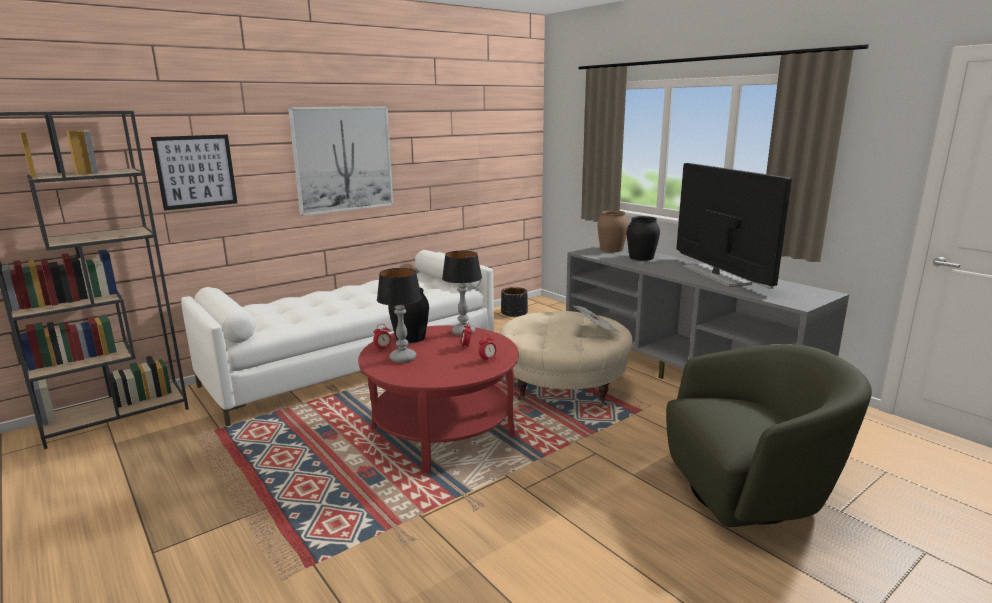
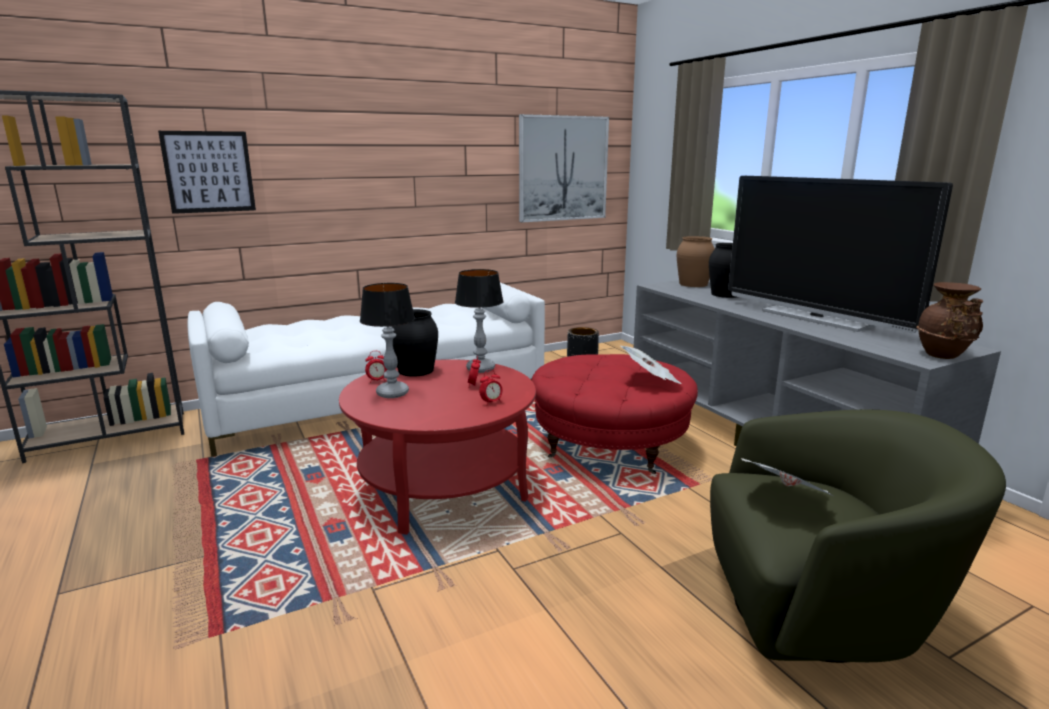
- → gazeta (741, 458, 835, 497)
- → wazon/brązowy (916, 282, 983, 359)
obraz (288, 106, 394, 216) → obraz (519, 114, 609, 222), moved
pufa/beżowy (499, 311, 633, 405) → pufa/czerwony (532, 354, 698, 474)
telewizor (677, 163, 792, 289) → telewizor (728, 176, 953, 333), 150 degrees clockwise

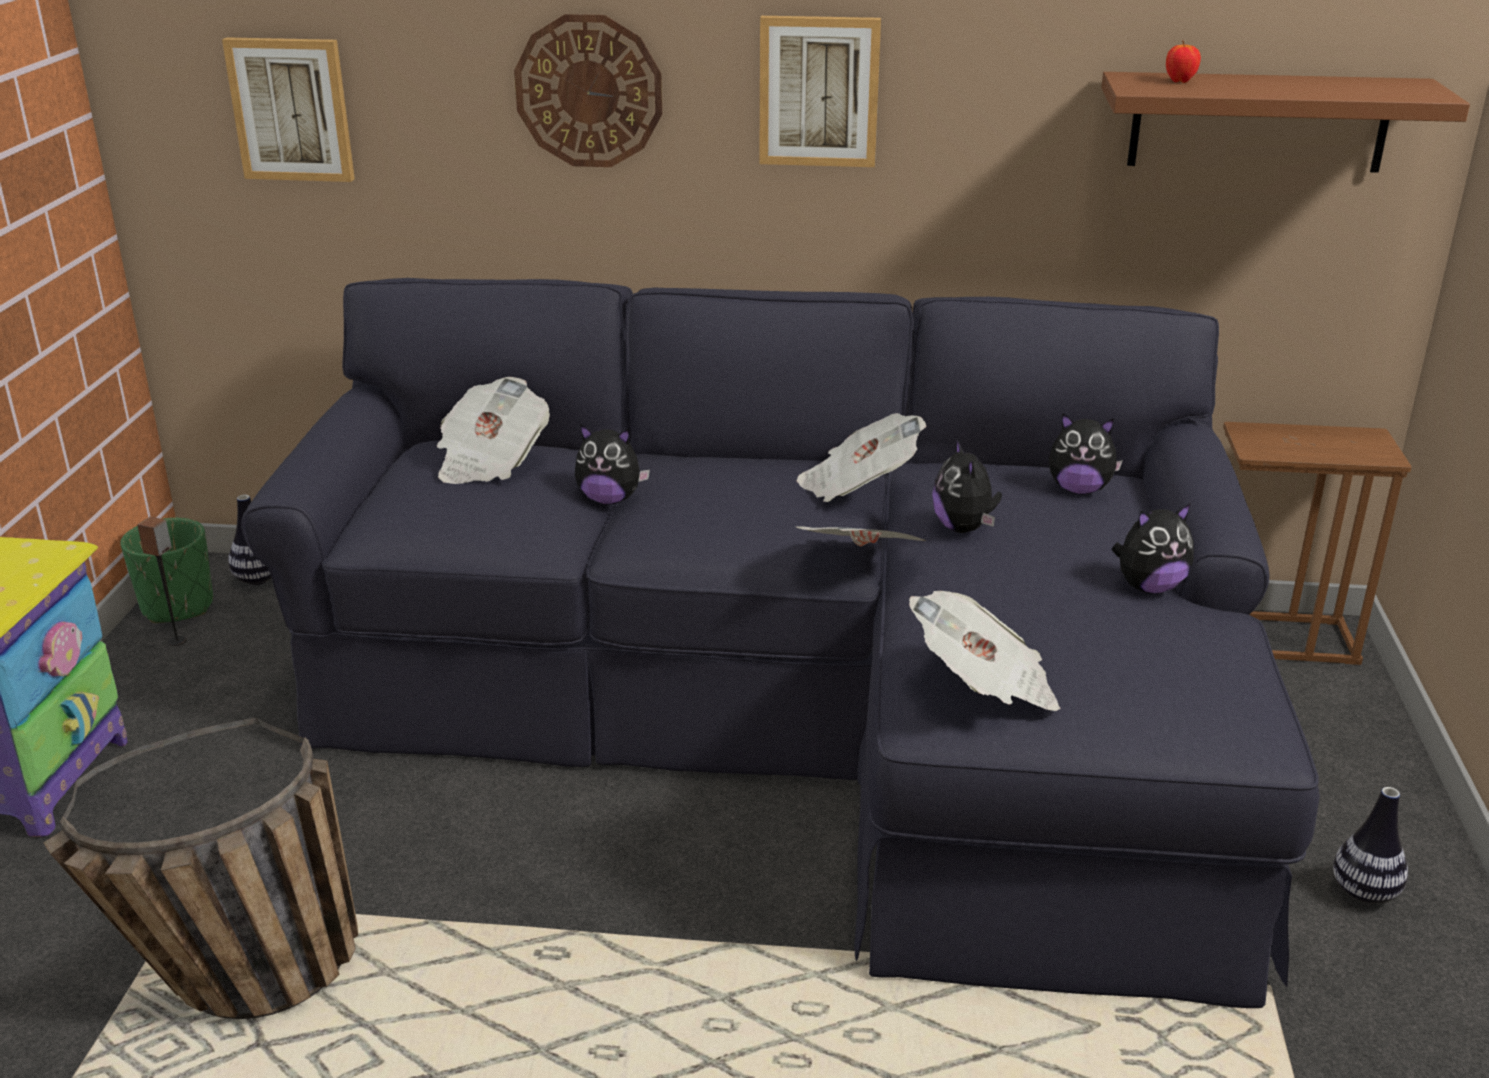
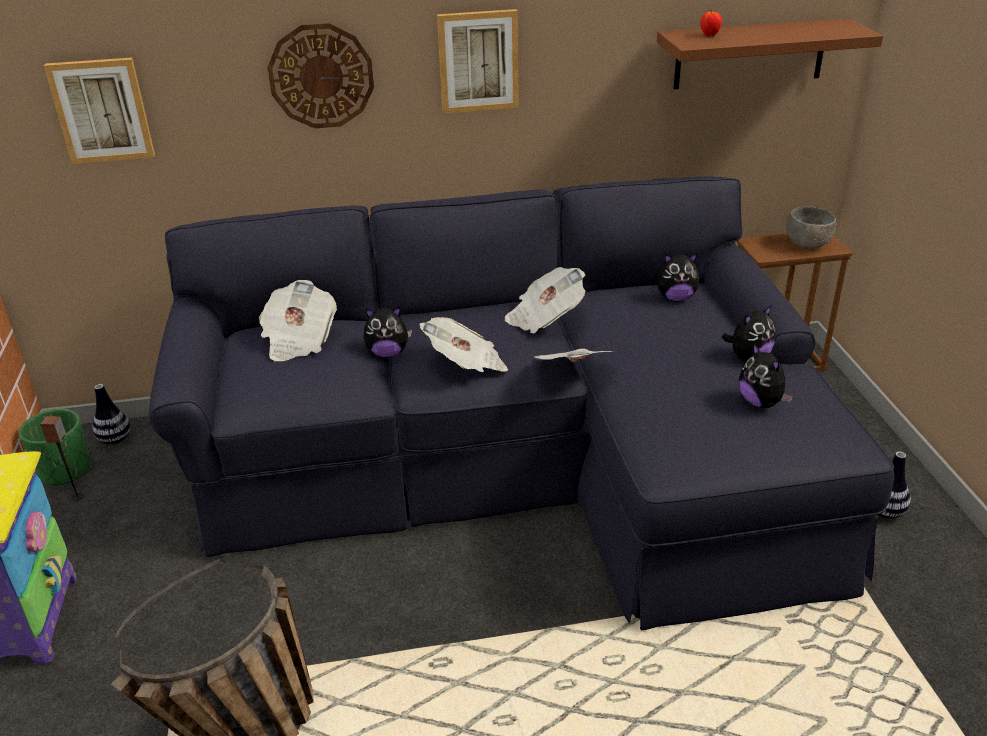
- → miska/szary (786, 207, 836, 249)
gazeta (909, 591, 1060, 711) → gazeta (419, 317, 509, 372), moved
pluszak (932, 439, 1002, 533) → pluszak (739, 343, 793, 408), moved

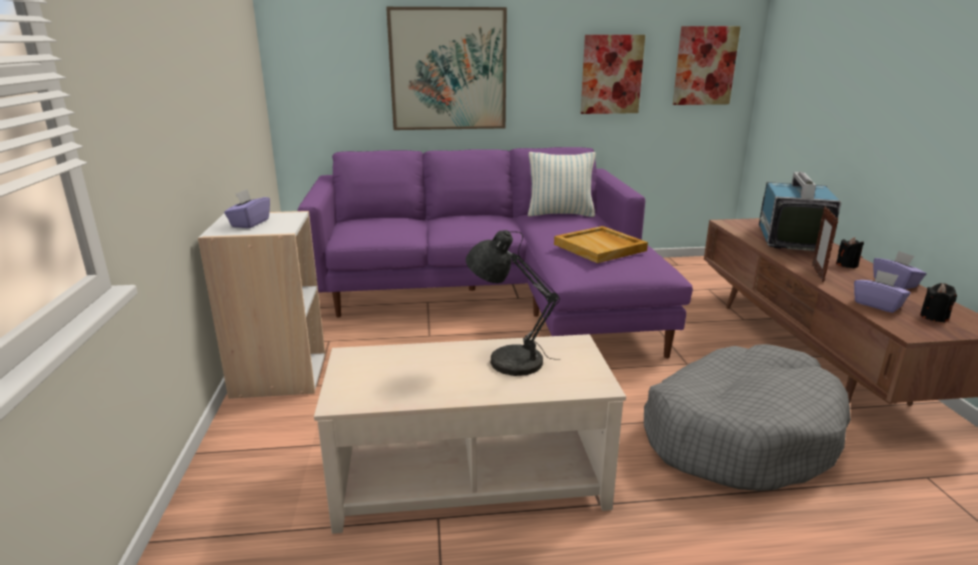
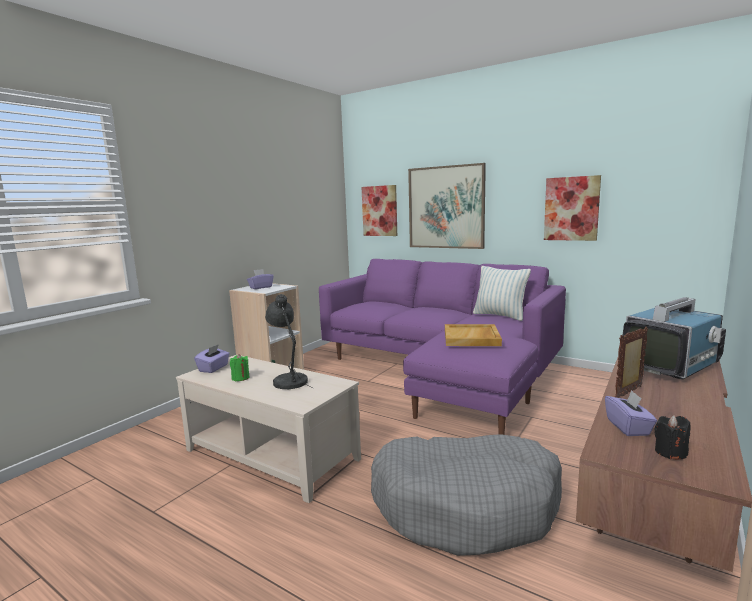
świeca/czarny (836, 237, 864, 268) → -
- → świeca/zielony (230, 354, 249, 381)
obraz (673, 26, 741, 105) → obraz (361, 185, 397, 236), moved
pudełko chusteczek/fioletowy (873, 251, 927, 289) → pudełko chusteczek/fioletowy (194, 344, 230, 373), moved

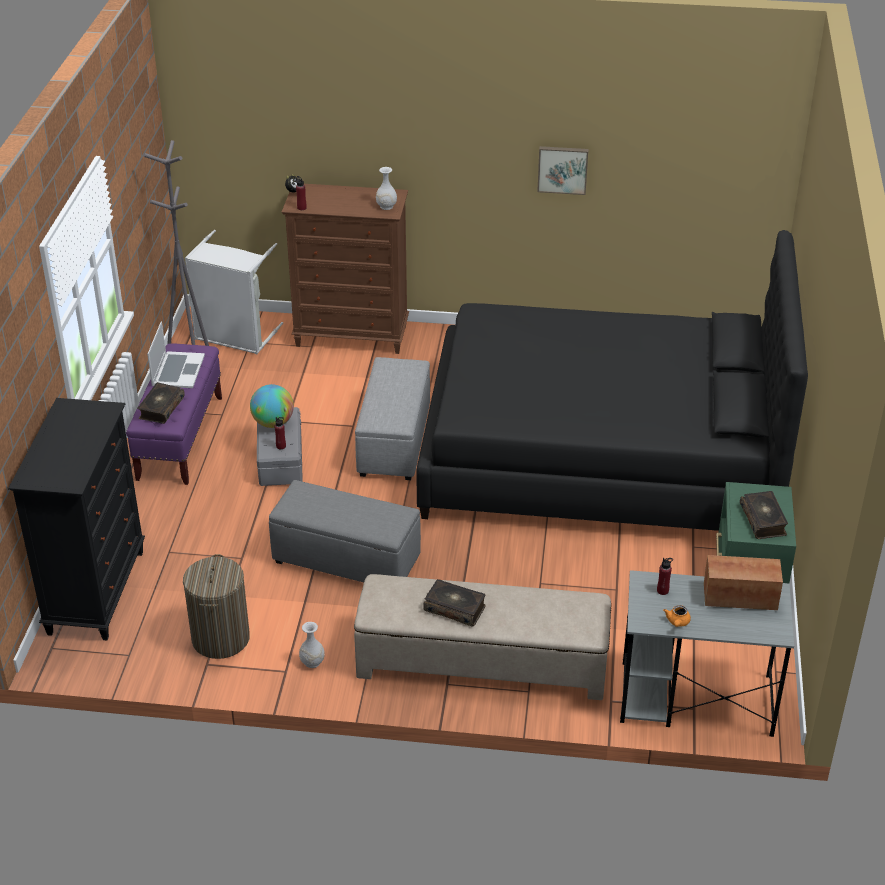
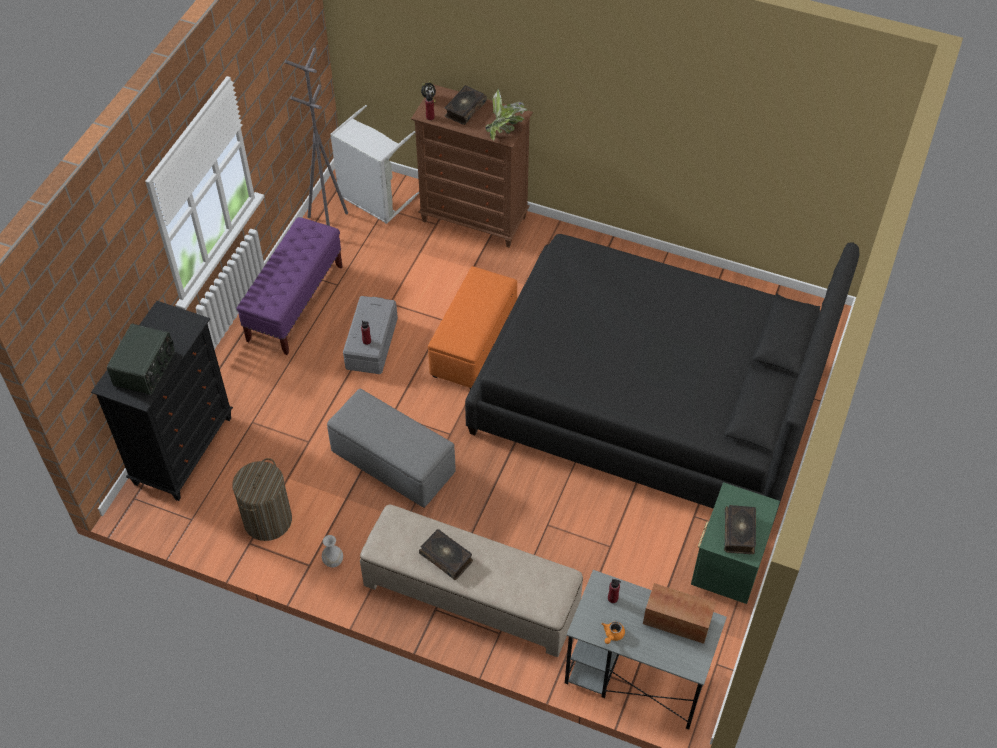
laptop (147, 321, 205, 388) → -
globus (250, 384, 294, 428) → -
obraz (537, 146, 588, 195) → -
- → radio (107, 323, 175, 395)
książka (137, 382, 185, 424) → książka (445, 85, 487, 125), moved
wazon/biały (376, 167, 397, 210) → roślina doniczkowa (485, 88, 527, 141)
pufa/szary (355, 357, 430, 480) → pufa/pomarańczowy (428, 266, 517, 389)

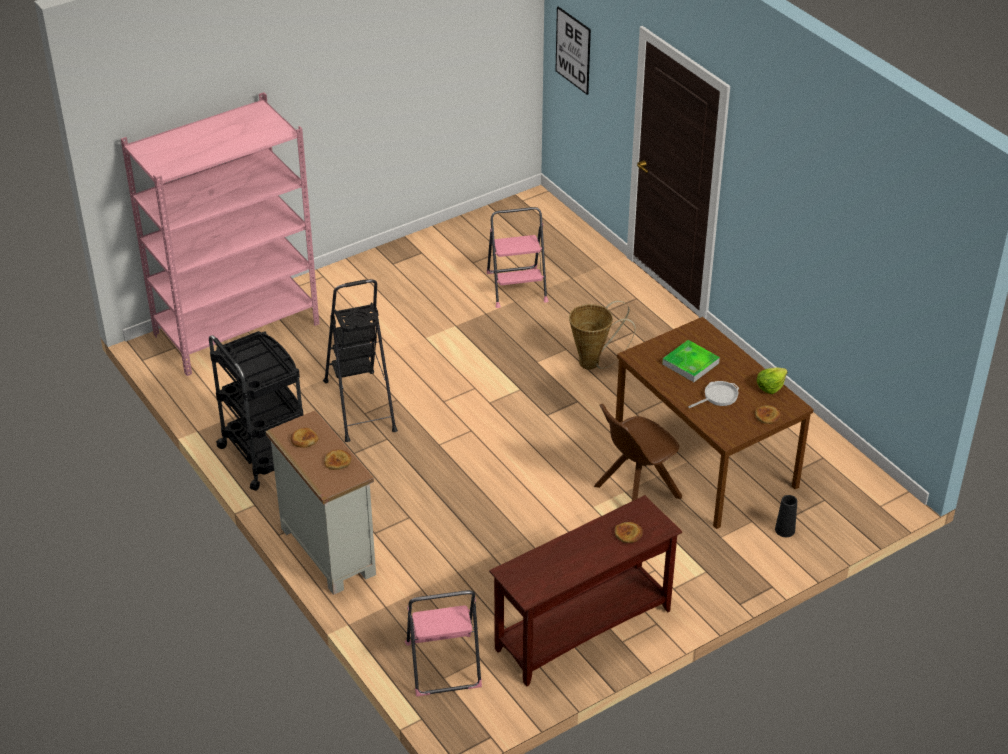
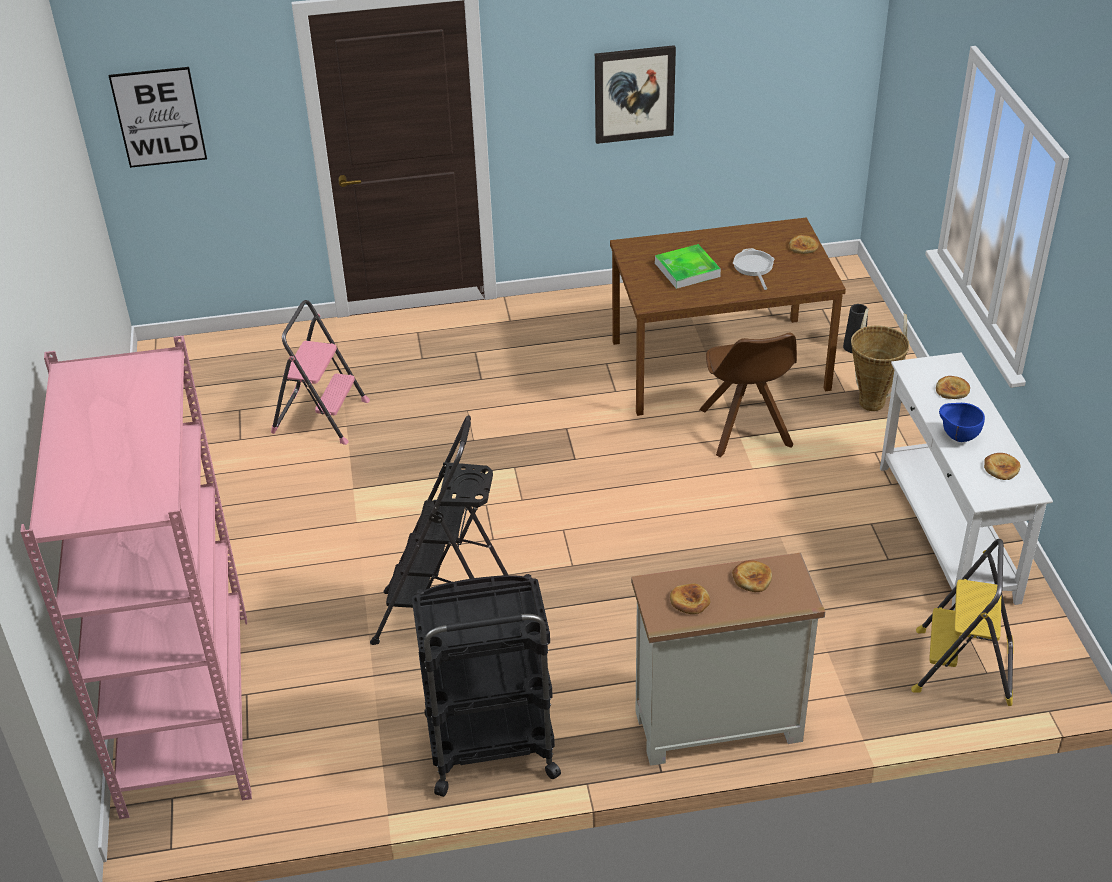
sałata (757, 367, 788, 394) → -
- → obraz (595, 45, 676, 144)
- → miska/niebieski (939, 403, 985, 442)
- → chleb (984, 453, 1020, 480)
koszyk (569, 300, 636, 370) → koszyk (851, 308, 909, 411), moved
drabinka/różowy (405, 590, 482, 696) → drabinka/żółty (911, 539, 1014, 706)
stolik konsolowy/brązowy (489, 495, 682, 686) → stolik konsolowy/biały (880, 353, 1053, 611)

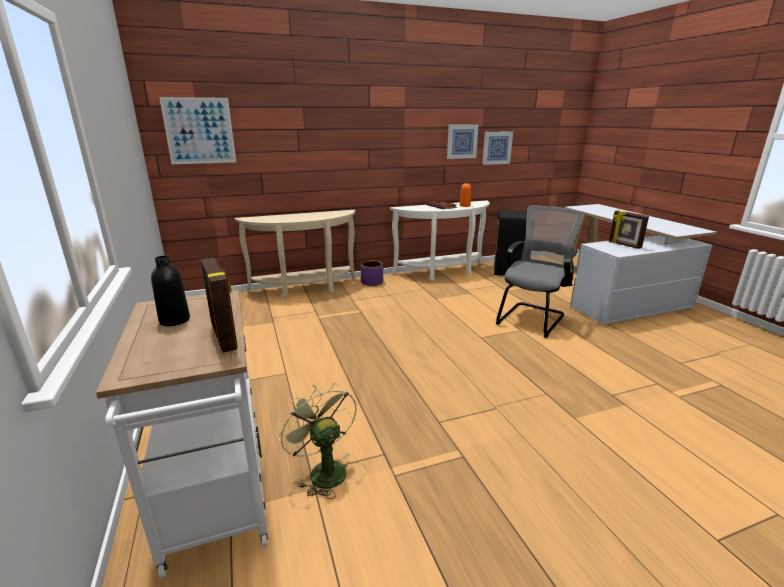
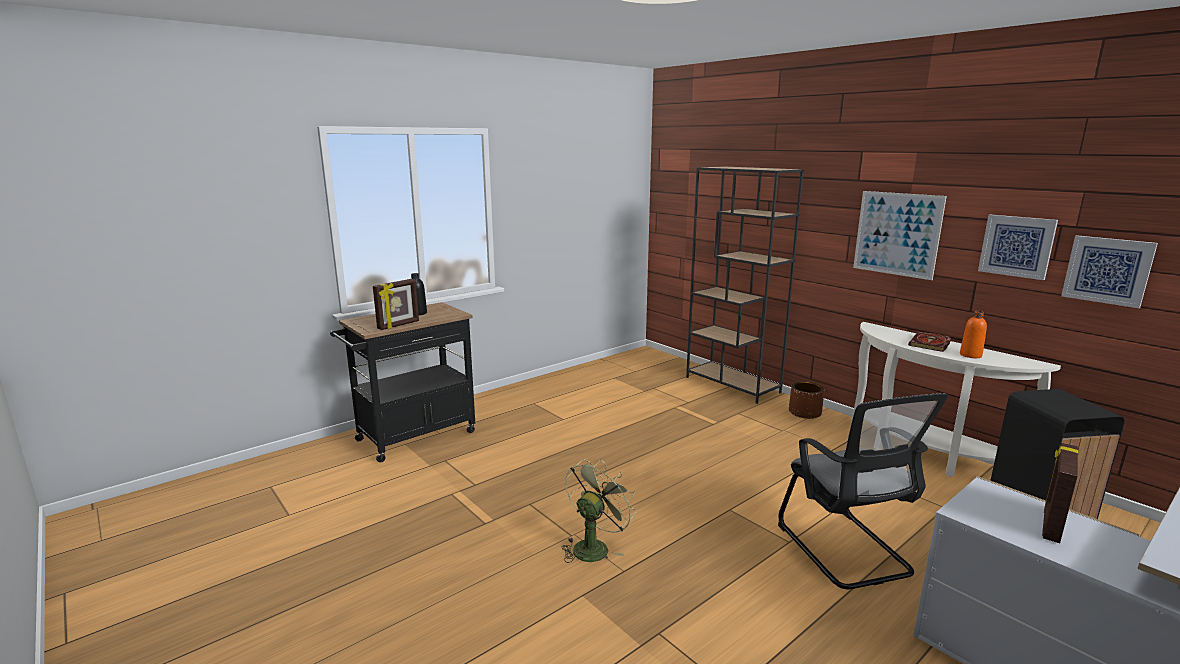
obraz (159, 97, 236, 164) → obraz (853, 191, 947, 280), moved
wentylator/zielony (277, 383, 357, 499) → wentylator/zielony (562, 459, 637, 563), moved
stolik konsolowy/beżowy (235, 210, 355, 299) → regał (686, 166, 804, 404)
wózek/biały (96, 290, 268, 579) → wózek/czarny (330, 302, 475, 463)
donica/fioletowy (361, 260, 383, 286) → donica/brązowy (789, 381, 824, 419)
krzesło (496, 205, 584, 338) → krzesło (778, 393, 948, 589), 60 degrees clockwise

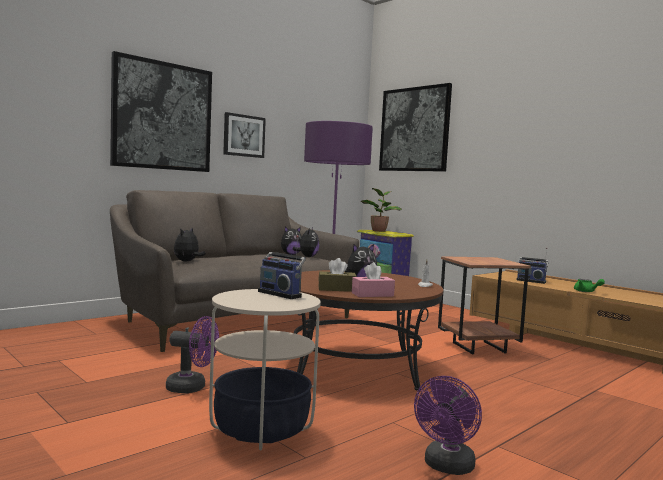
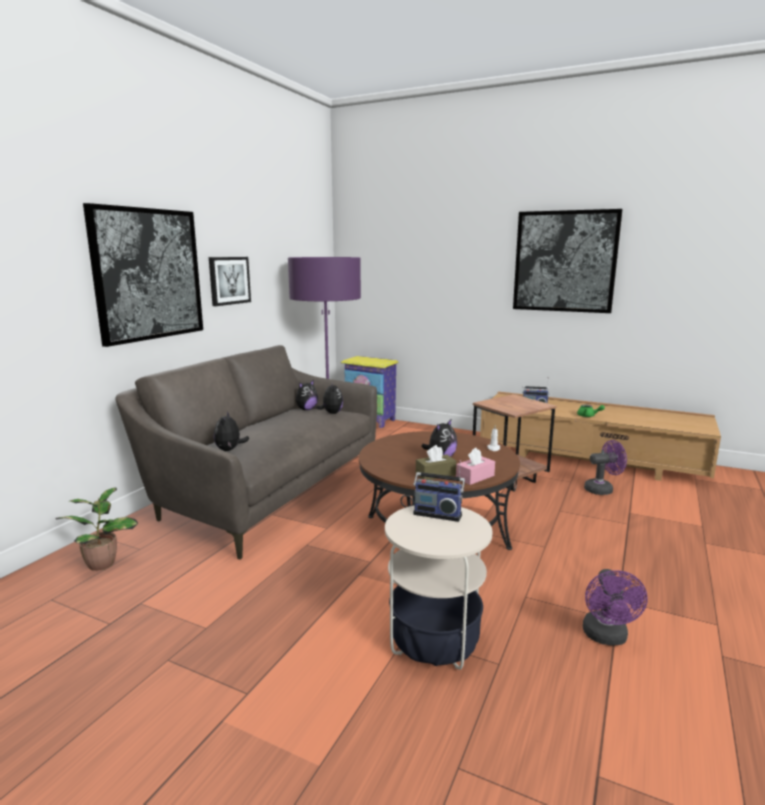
wentylator/fioletowy (166, 316, 219, 393) → wentylator/fioletowy (584, 440, 627, 495), moved
roślina doniczkowa (361, 188, 402, 232) → roślina doniczkowa (56, 488, 138, 571), moved
obraz (379, 83, 452, 172) → obraz (513, 209, 623, 313), moved

